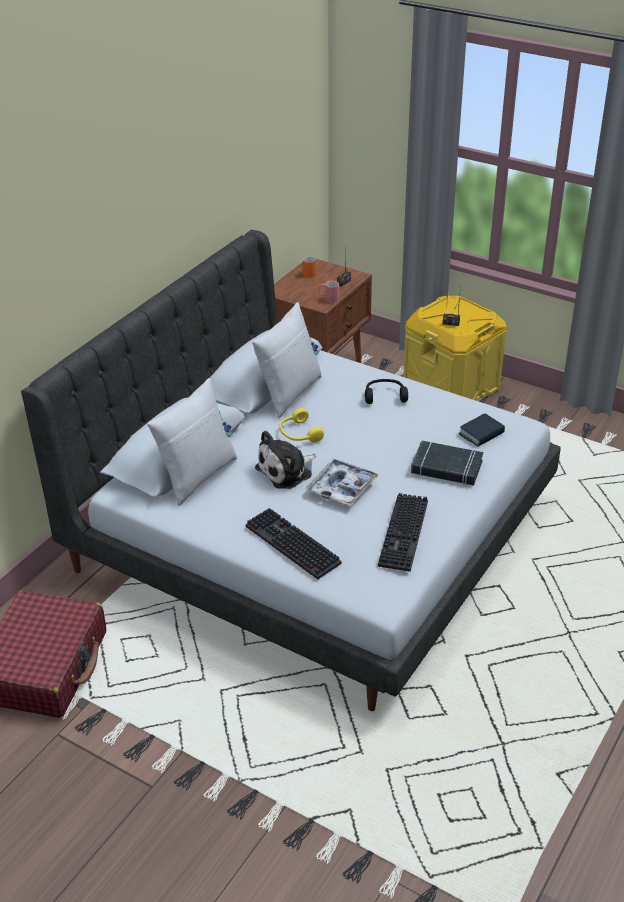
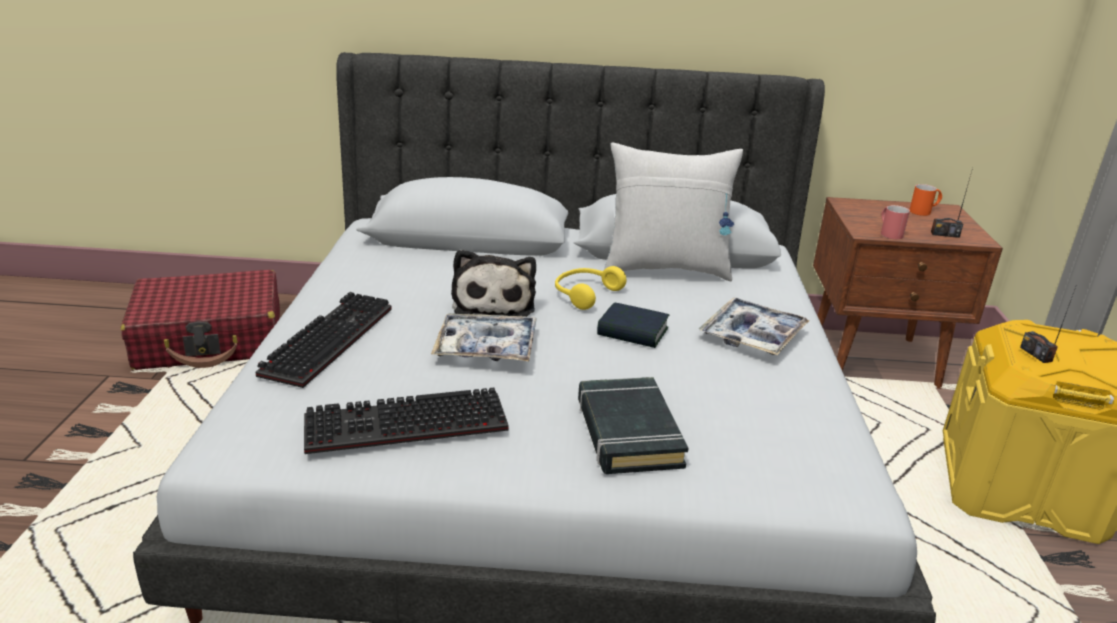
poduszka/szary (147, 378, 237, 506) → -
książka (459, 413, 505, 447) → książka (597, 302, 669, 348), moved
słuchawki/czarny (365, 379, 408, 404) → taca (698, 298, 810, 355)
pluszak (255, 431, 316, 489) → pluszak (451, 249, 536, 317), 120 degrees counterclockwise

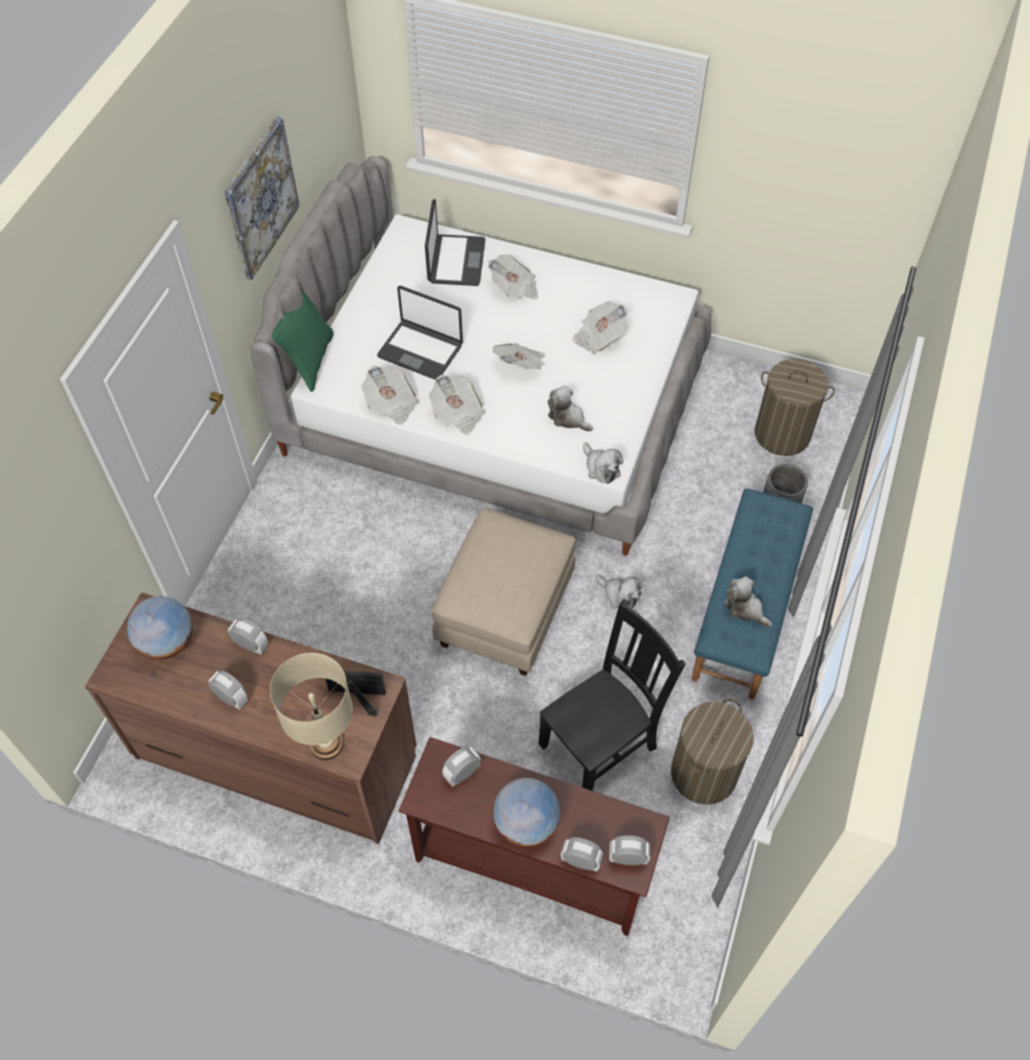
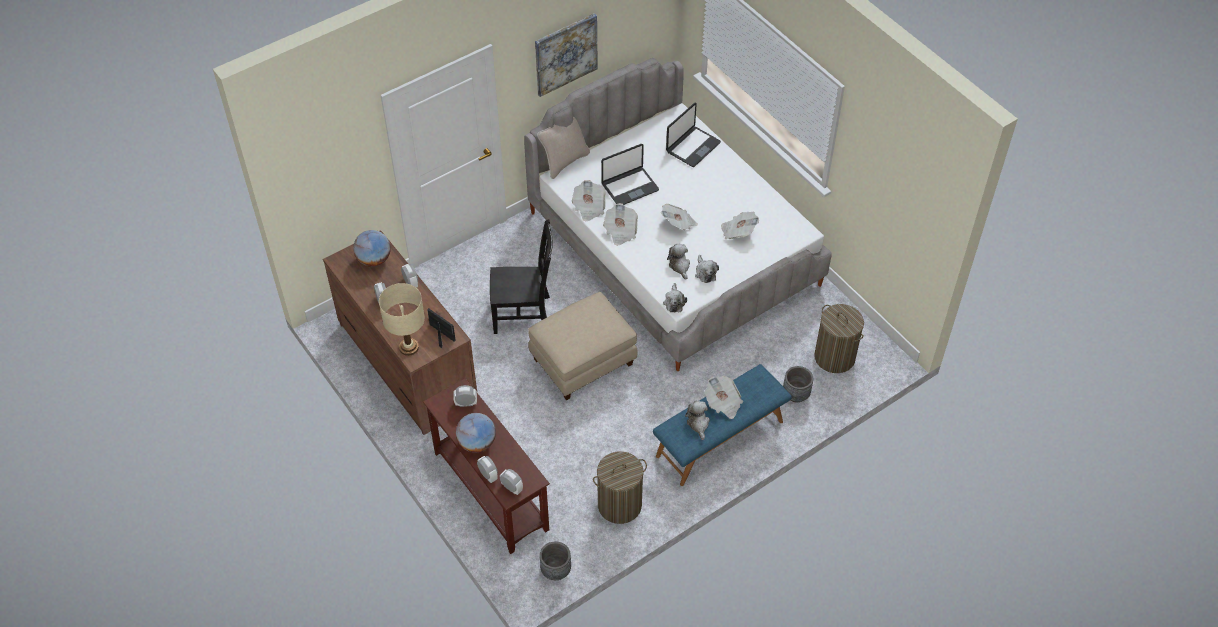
- → donica/szary (540, 541, 571, 580)
gazeta (488, 255, 538, 299) → gazeta (705, 376, 743, 419), moved
krzesło/czarny (539, 599, 686, 791) → krzesło/czarny (490, 219, 553, 334), moved
pluszak (596, 575, 643, 609) → pluszak (695, 255, 719, 283), moved
poduszka/zielony (272, 290, 333, 392) → poduszka/beżowy (537, 116, 590, 179)
laptop (377, 286, 463, 380) → laptop (601, 144, 659, 205), 90 degrees counterclockwise

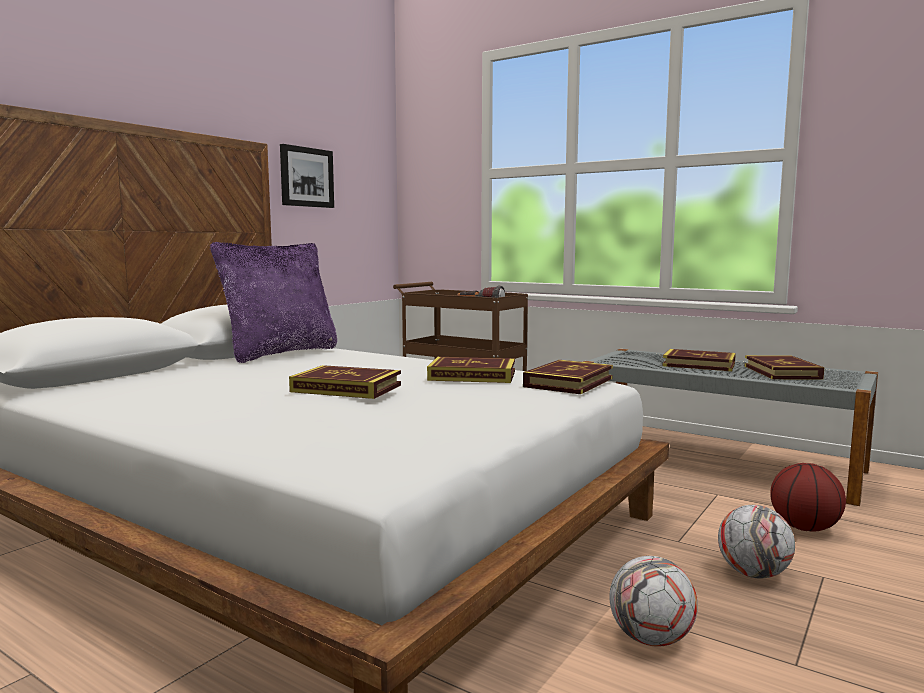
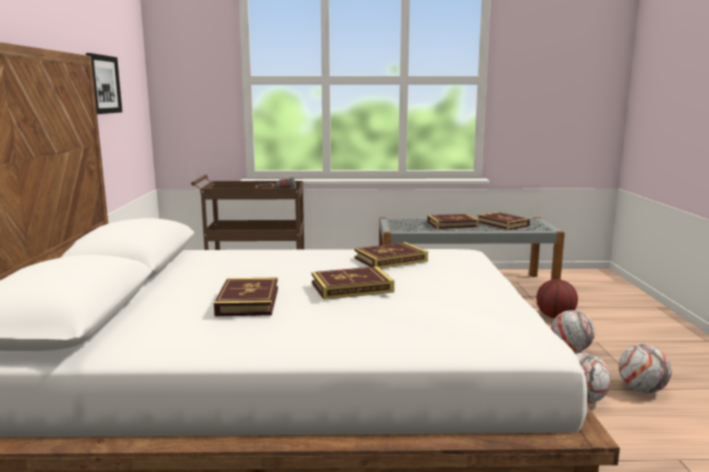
poduszka/fioletowy (210, 242, 337, 363) → -
- → piłka futbolowa (618, 344, 672, 393)
książka (523, 360, 613, 394) → książka (214, 277, 278, 316), moved

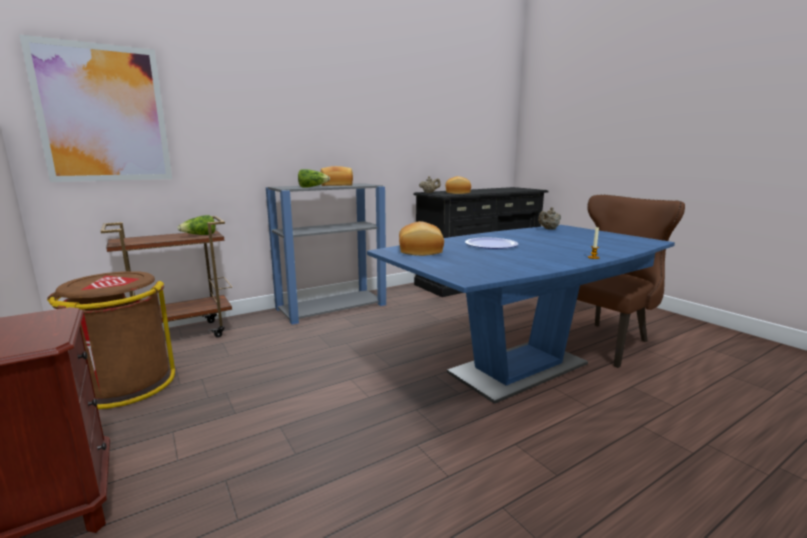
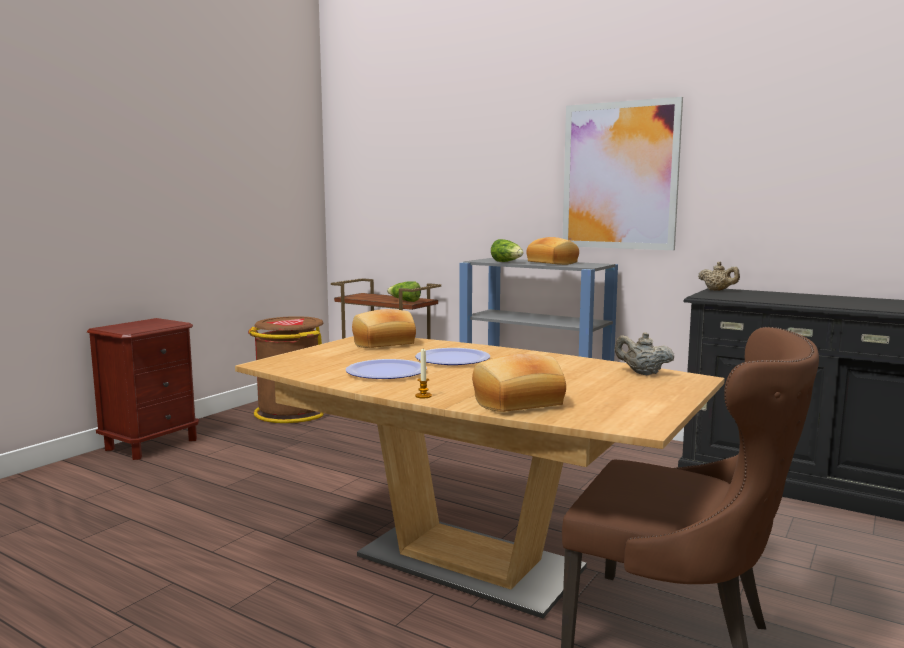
- → talerz (345, 359, 427, 379)
obraz (19, 34, 172, 182) → obraz (563, 97, 683, 250), moved
chleb (445, 176, 471, 194) → chleb (472, 354, 566, 412), moved
stół jadalny/niebieski (367, 225, 675, 404) → stół jadalny/brązowy (235, 336, 725, 618)

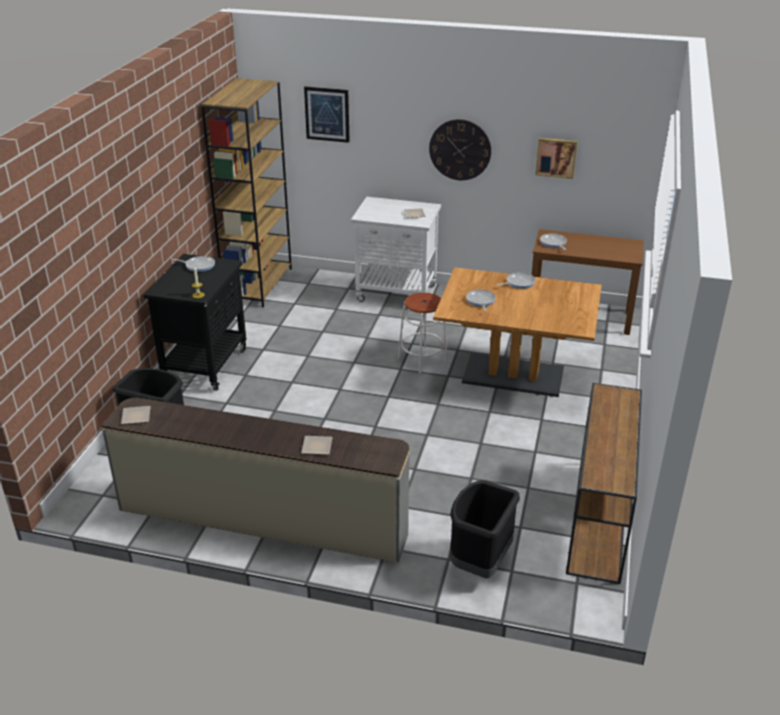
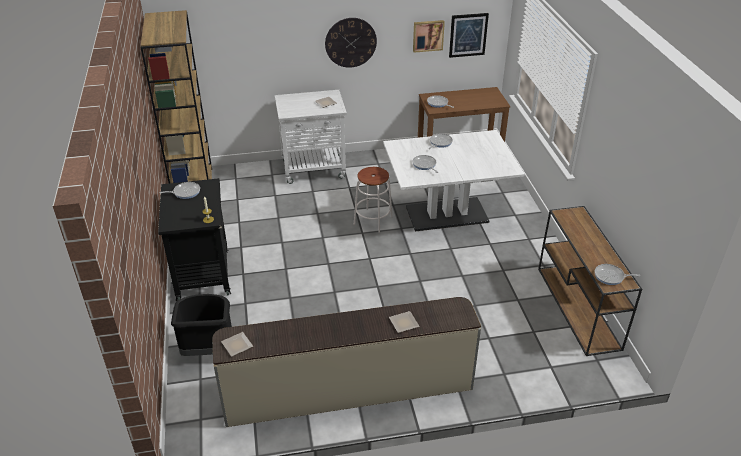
kosz na śmieci/czarny (450, 480, 520, 579) → -
- → patelnia (595, 264, 640, 285)
obraz (304, 87, 350, 143) → obraz (449, 13, 489, 58), moved
stół jadalny/brązowy (433, 267, 602, 397) → stół jadalny/biały (383, 130, 525, 231)

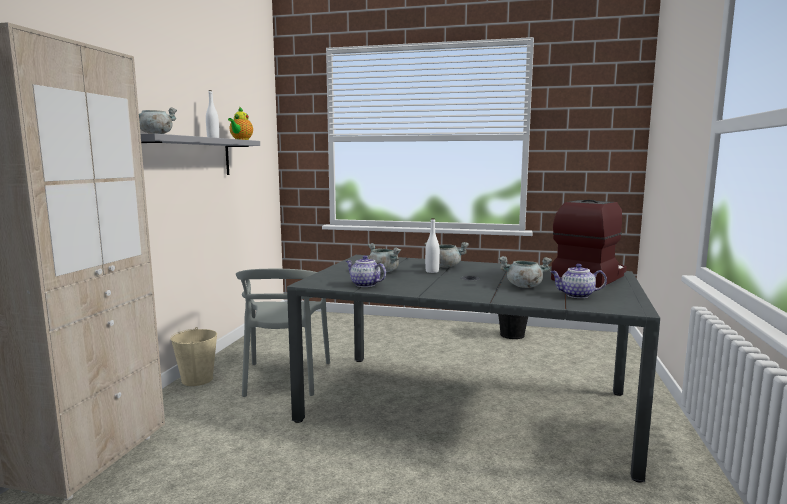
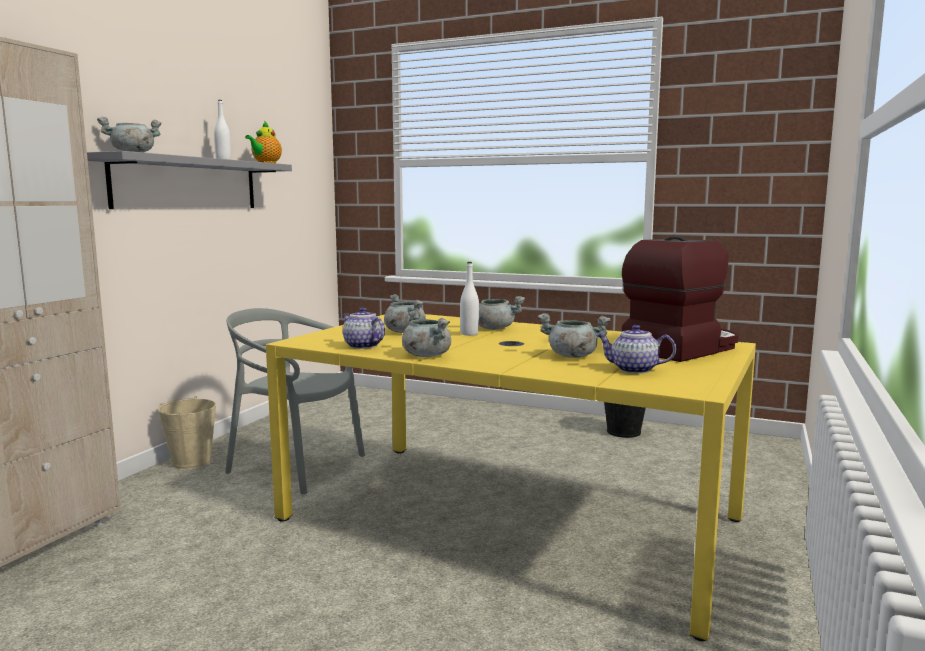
- → garnek/szary (402, 310, 451, 357)
stół jadalny/szary (287, 255, 660, 483) → stół jadalny/żółty (266, 314, 756, 641)
krzesło/szary (236, 269, 330, 397) → krzesło/szary (225, 308, 365, 495), 105 degrees clockwise

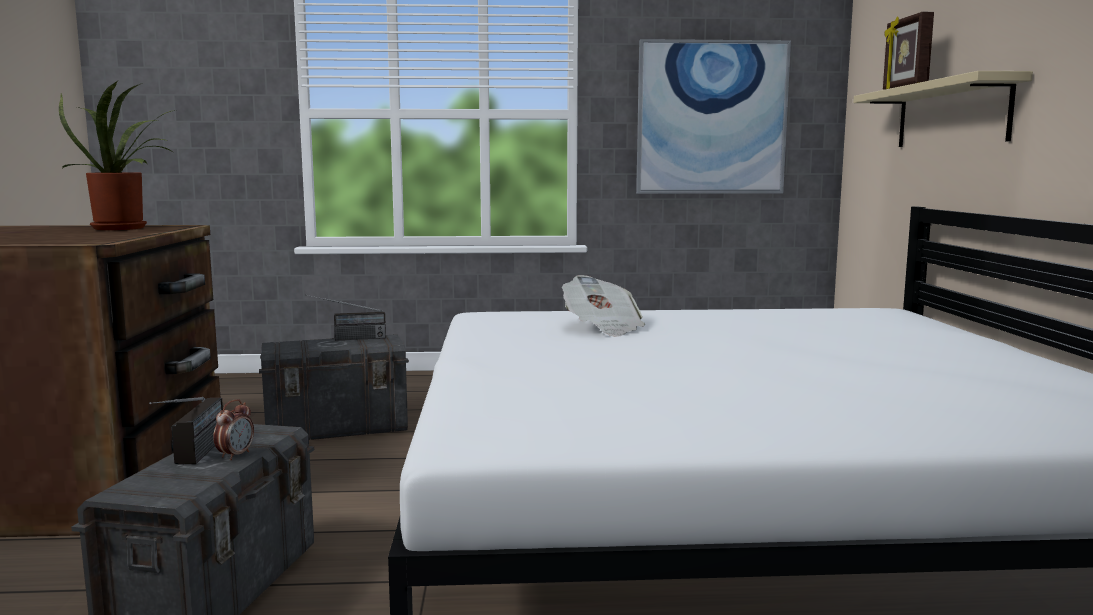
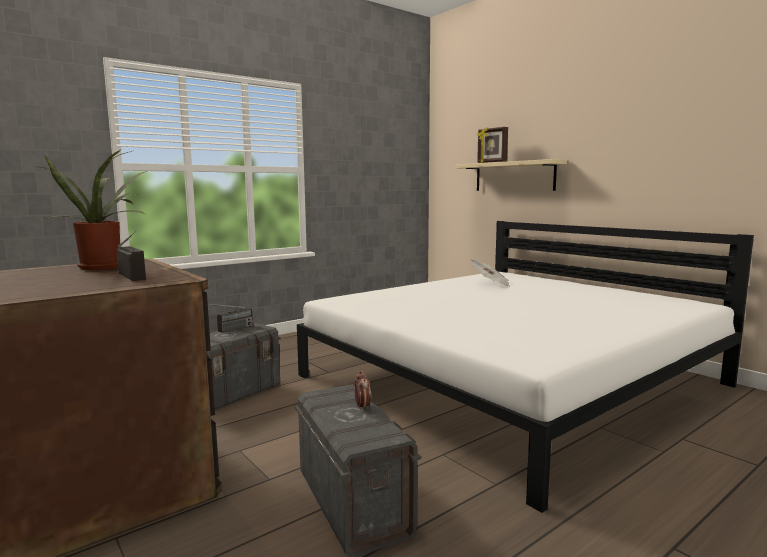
obraz (636, 39, 791, 194) → -
radio (149, 397, 223, 464) → radio (117, 231, 146, 281), moved
gazeta (562, 275, 645, 337) → gazeta (470, 259, 510, 287), moved

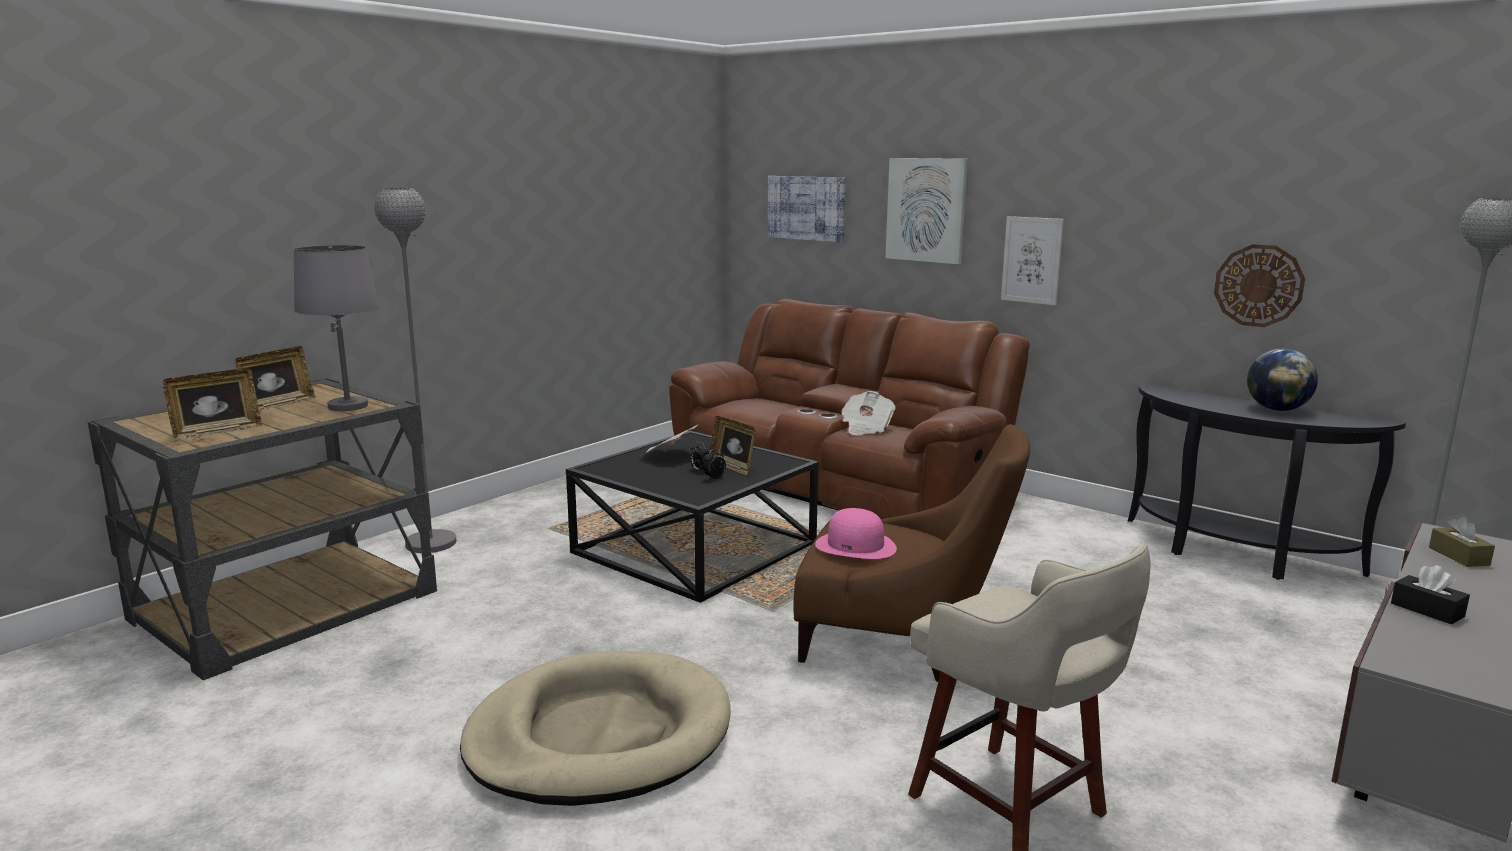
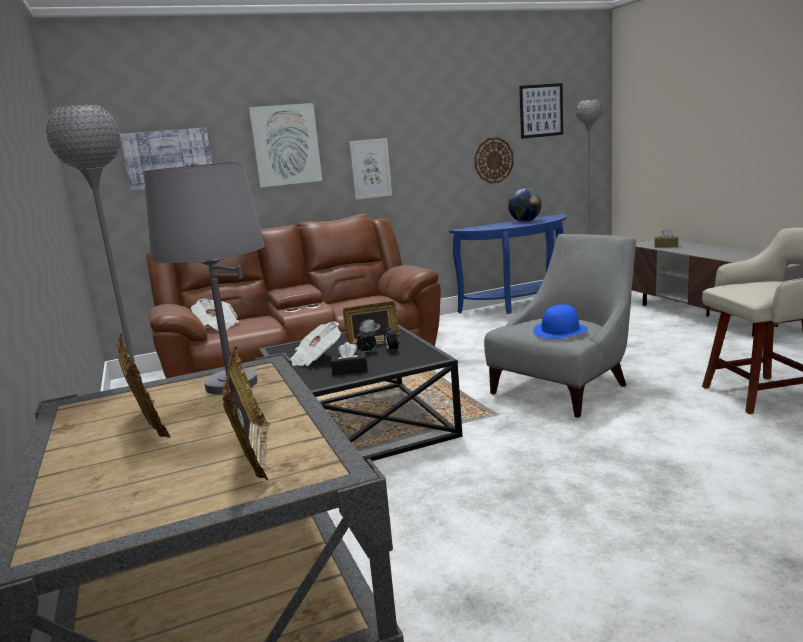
legowisko/beżowy (460, 651, 731, 806) → -
- → obraz (519, 83, 563, 139)
gazeta (841, 391, 896, 435) → gazeta (191, 299, 239, 331), moved
pudełko chusteczek/czarny (1391, 565, 1470, 624) → pudełko chusteczek/czarny (331, 342, 367, 376), moved
fotel/brązowy (793, 424, 1030, 682) → fotel/szary (484, 234, 636, 418)
kapelusz/różowy (815, 508, 897, 559) → kapelusz/niebieski (533, 304, 588, 339)
stolik konsolowy/czarny (1128, 383, 1406, 580) → stolik konsolowy/niebieski (449, 214, 567, 314)

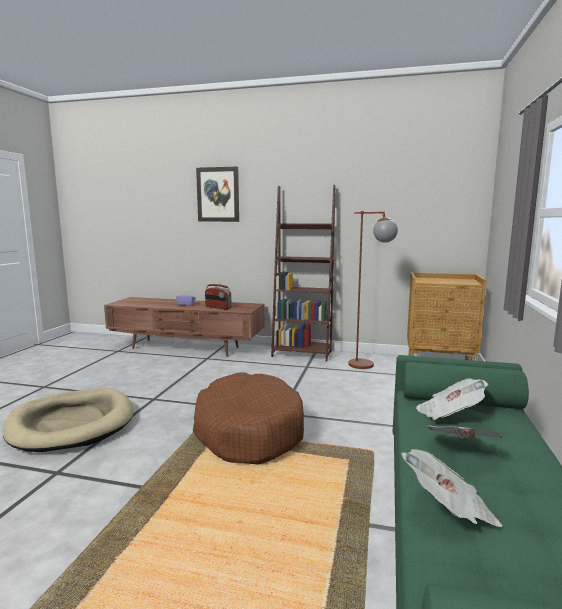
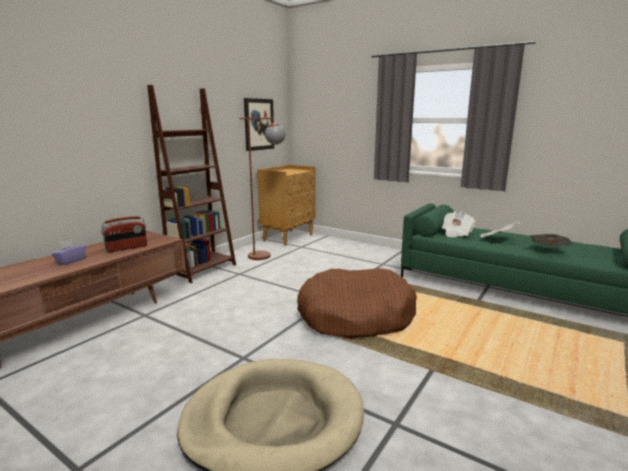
obraz (196, 166, 239, 222) → obraz (244, 98, 274, 151), moved

